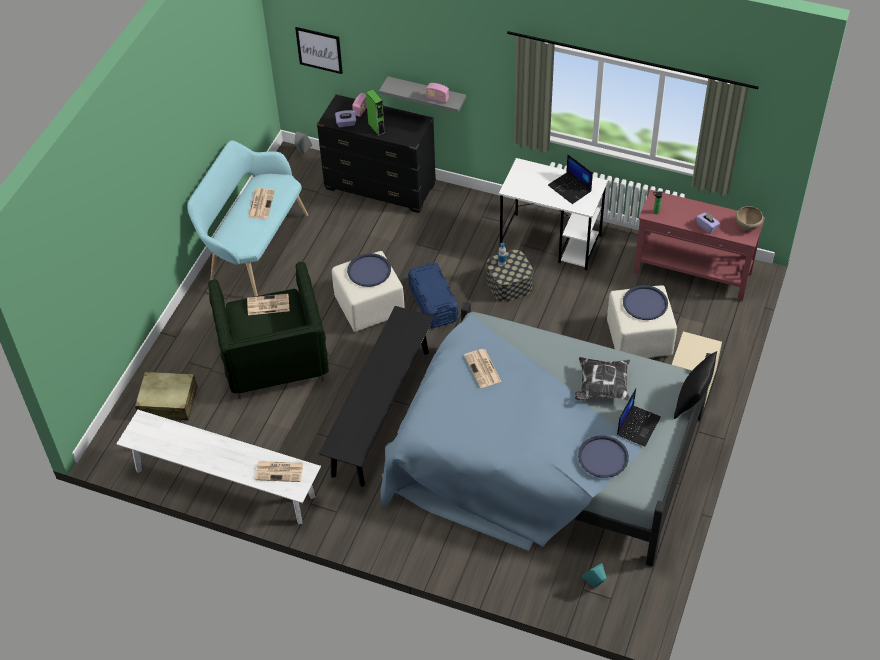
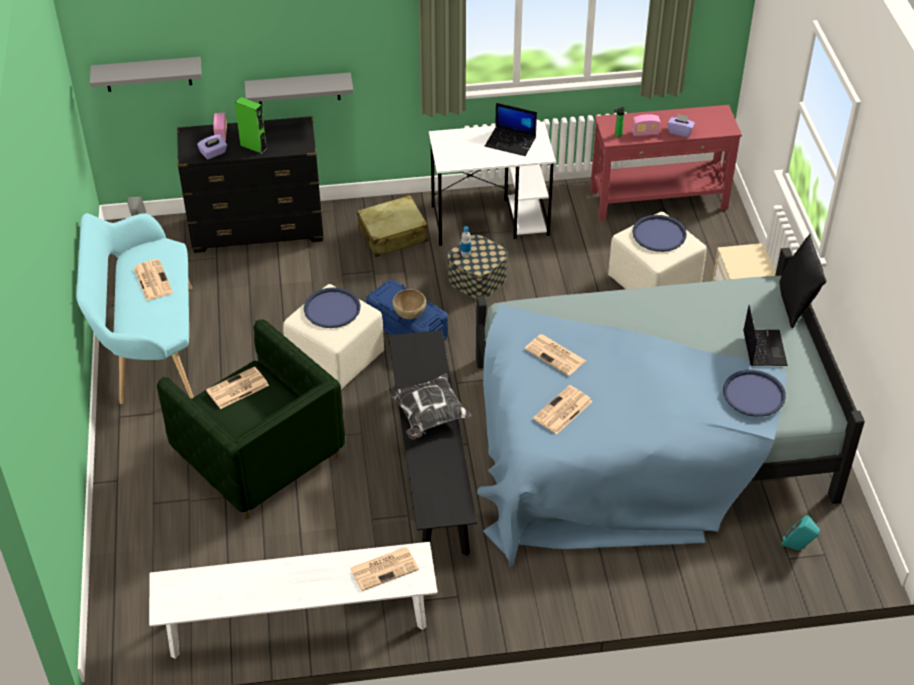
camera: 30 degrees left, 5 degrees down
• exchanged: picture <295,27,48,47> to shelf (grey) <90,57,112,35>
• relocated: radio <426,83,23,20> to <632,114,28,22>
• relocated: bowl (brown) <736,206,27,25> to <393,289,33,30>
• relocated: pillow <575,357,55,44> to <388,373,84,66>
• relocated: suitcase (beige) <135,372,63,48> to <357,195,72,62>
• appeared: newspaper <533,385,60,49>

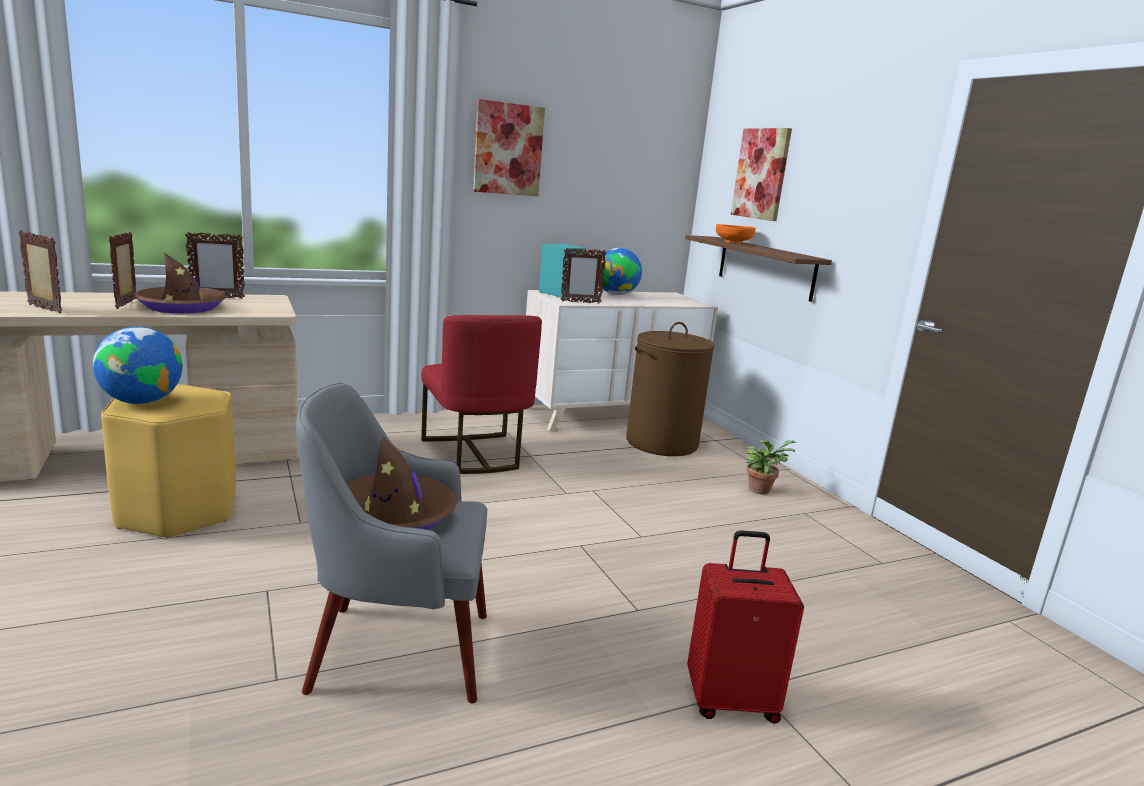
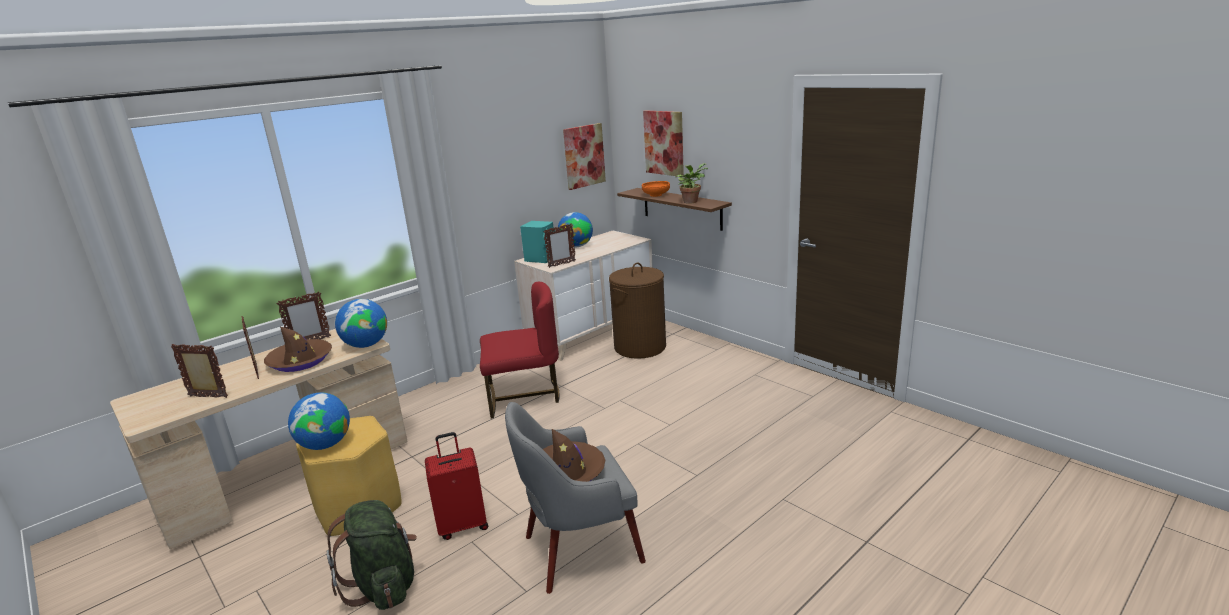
camera: 15 degrees left, 5 degrees up
• relocated: picture <473,99,72,97> to <563,123,43,67>
• spun: chair (red) <421,315,121,159> = <480,282,80,137> 60 degrees counterclockwise
• relocated: potted plant <745,440,51,54> to <676,163,32,41>
• relocated: suitcase (red) <687,530,117,194> to <425,432,63,108>
• appeared: globe <335,299,52,49>
• appeared: backpack (green) <326,500,91,110>

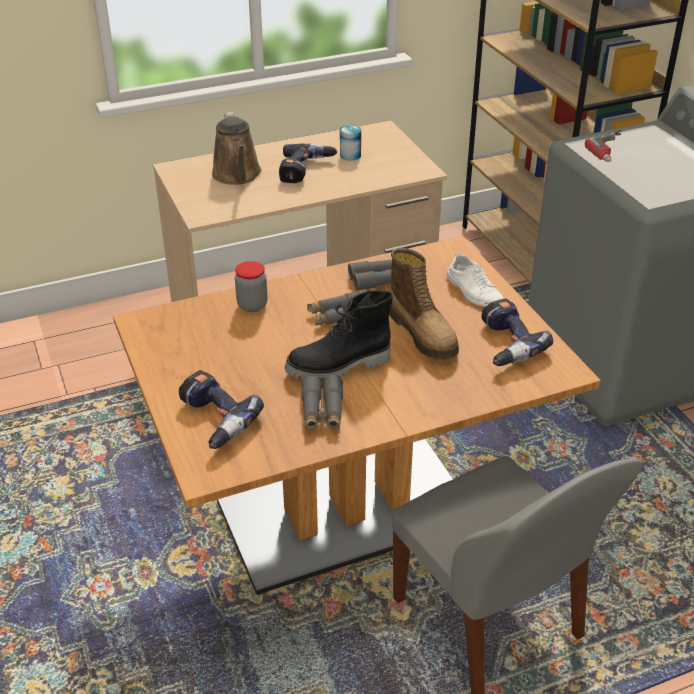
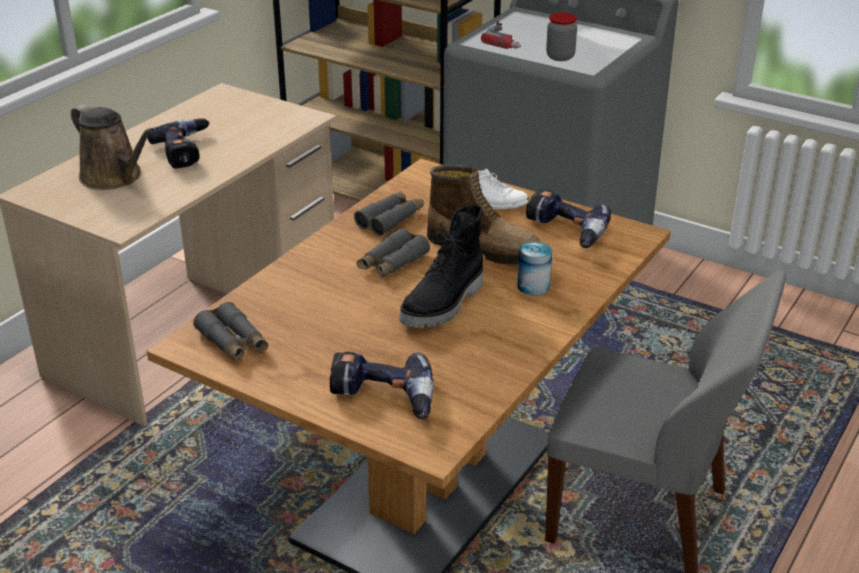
camera: 35 degrees left, 5 degrees down
• relocated: can <340,125,21,35> to <517,241,35,54>
• relocated: jar <235,261,32,51> to <546,12,31,49>
• relocated: binoculars (grey) <301,375,42,56> to <193,302,75,60>

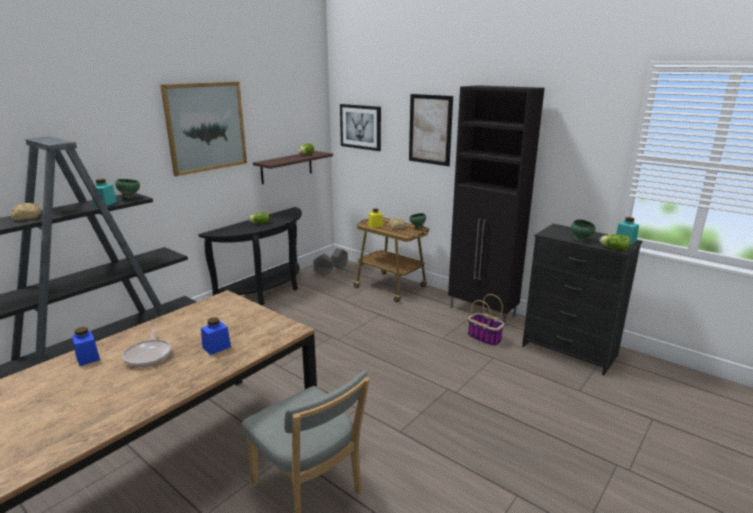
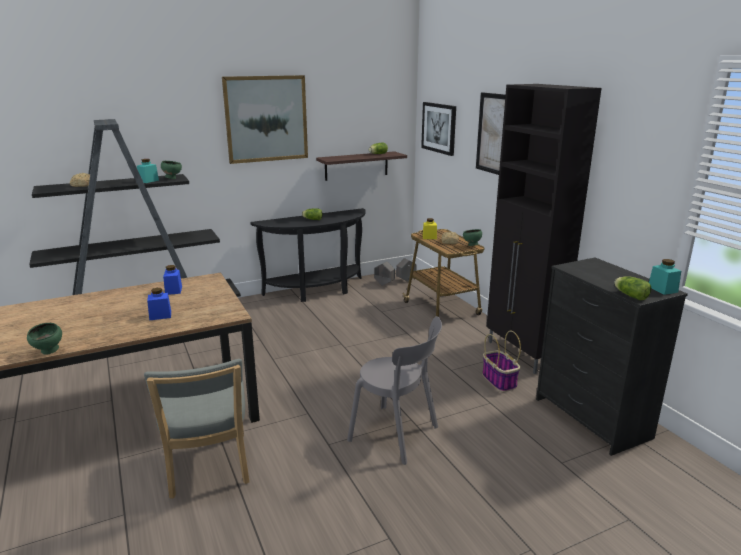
camera: 25 degrees right, 0 degrees up
• relocated: bowl (green) <571,220,25,22> to <27,323,35,31>
• relocated: jar (blue) <72,327,28,39> to <163,265,19,30>
• missing: frying pan <122,327,49,40>
• appeared: chair (grey) <347,316,95,149>

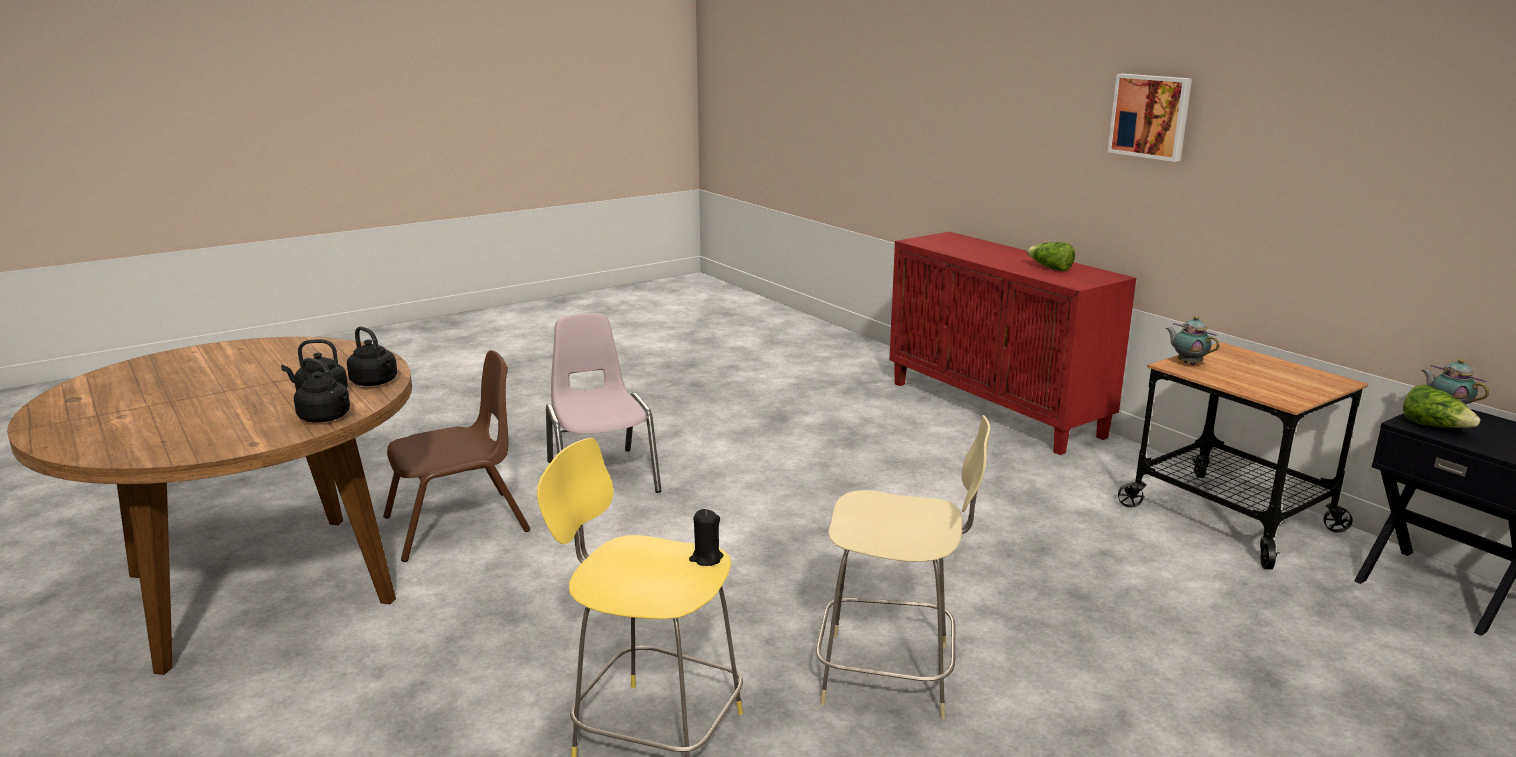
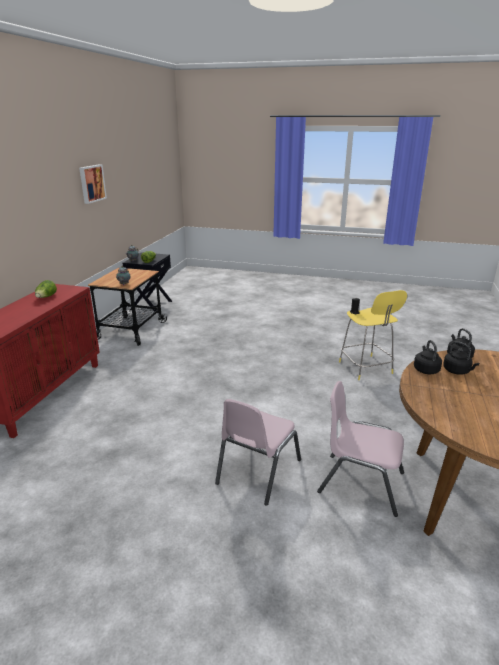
camera: 130 degrees left, 5 degrees up
• relocated: picture <1108,74,84,88> to <79,164,28,40>
• colour: chair (brown) <383,350,147,212> to chair (pink) <317,381,87,136>
• missing: stool (beige) <816,415,174,304>

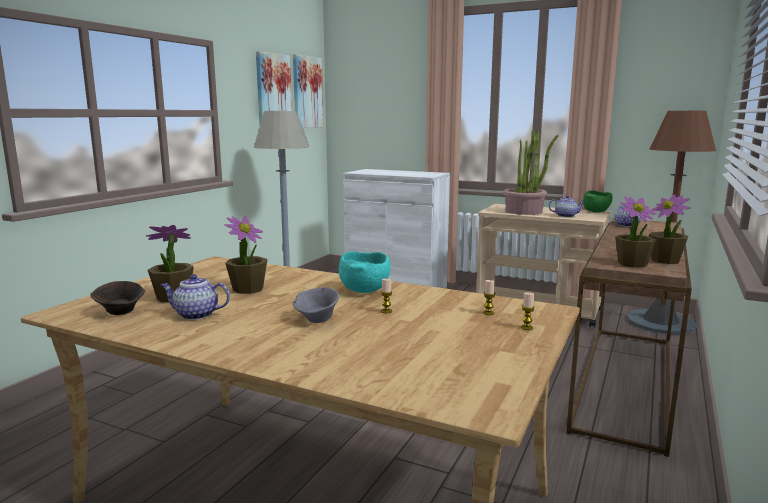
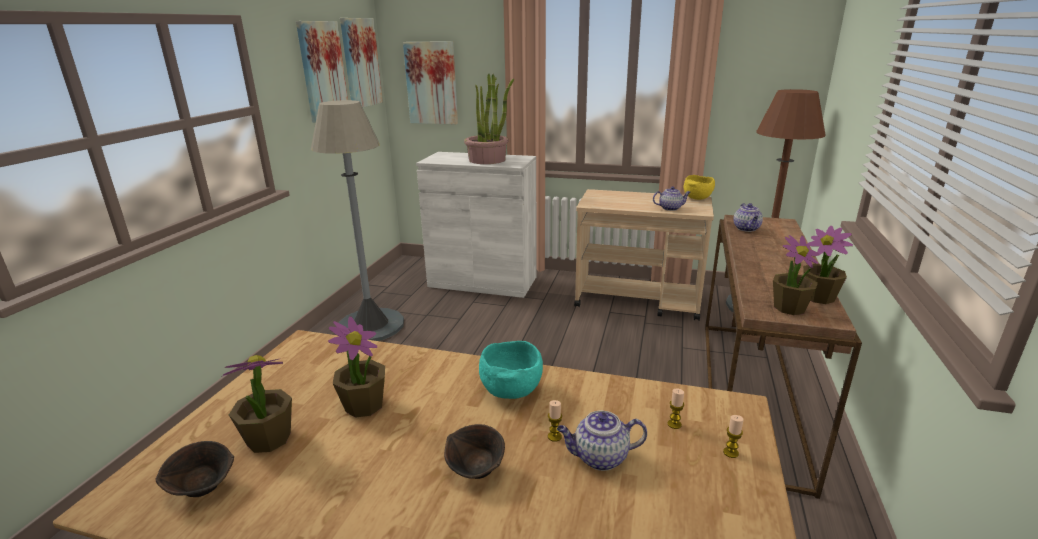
camera: 10 degrees left, 10 degrees up
• relocated: potted plant <503,130,56,85> to <464,73,50,91>
• colour: bowl (green) <583,191,30,22> to bowl (yellow) <683,175,32,25>
• relocated: teapot <161,274,69,46> to <557,411,90,60>
• colour: bowl (grey) <293,287,46,36> to bowl (brown) <444,424,61,55>
• appeared: picture <403,41,55,84>

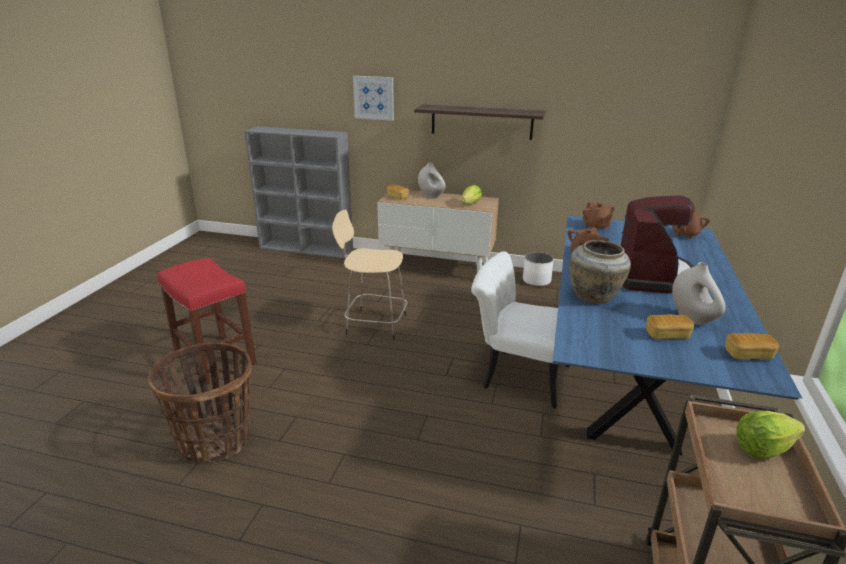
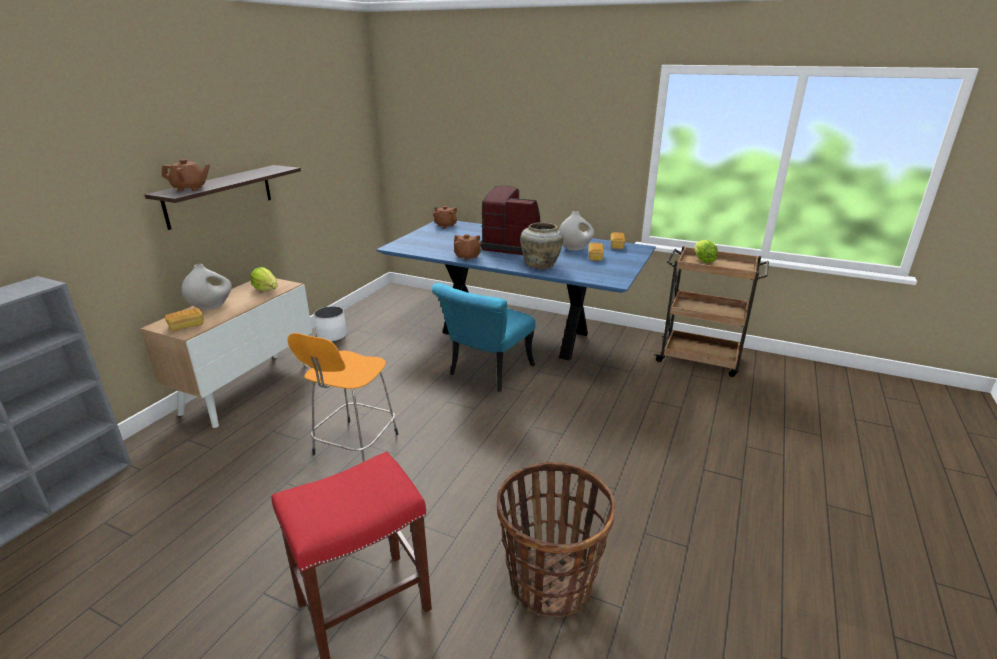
camera: 80 degrees left, 0 degrees up
• missing: picture <353,76,41,44>
• relocated: teapot (brown) <583,202,32,27> to <162,159,48,33>
• colour: stool (beige) <332,210,75,131> to stool (orange) <287,333,111,129>
• colour: chair (white) <471,251,99,157> to chair (turquoise) <432,283,103,109>

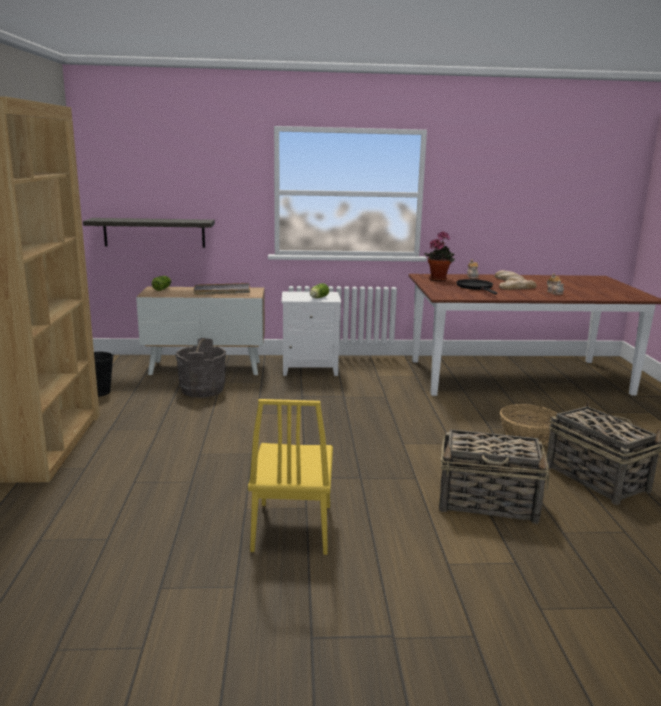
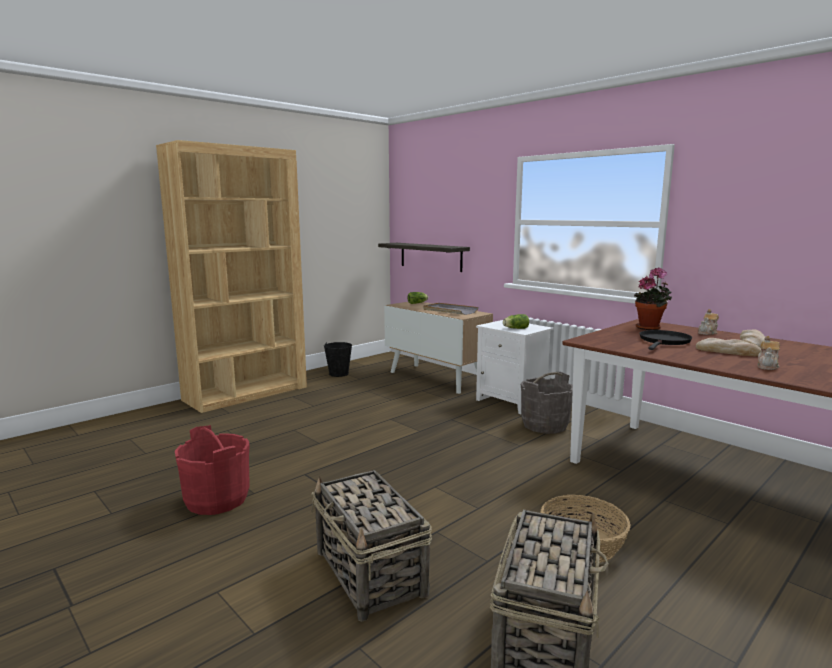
camera: 50 degrees right, 5 degrees down
• relocated: bucket (grey) <176,338,50,60> to <521,372,52,62>
• exchanged: chair (yellow) <248,399,85,156> to bucket (red) <175,425,75,90>

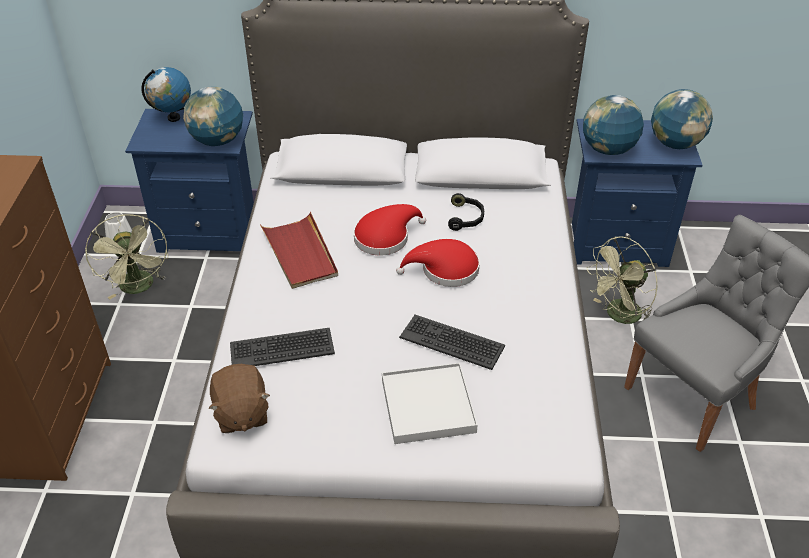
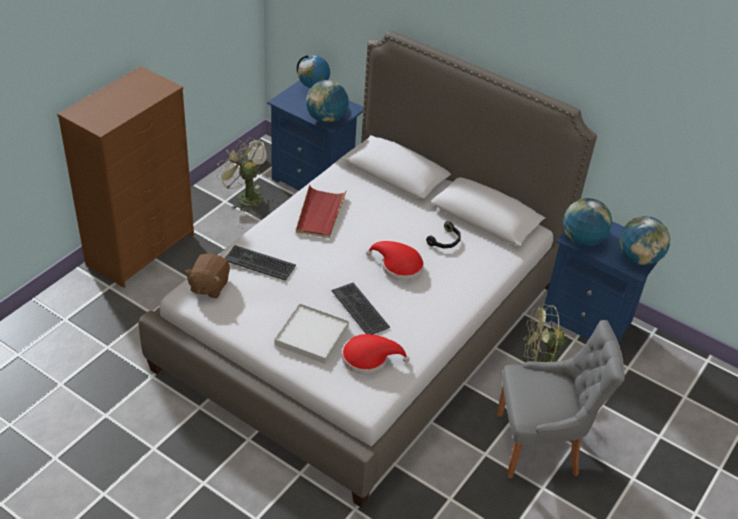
camera: 30 degrees right, 0 degrees up
• relocated: hat (red) <354,204,72,52> to <342,334,67,41>
• spun: fan (green) <85,214,83,85> = <217,137,47,75> 120 degrees clockwise

